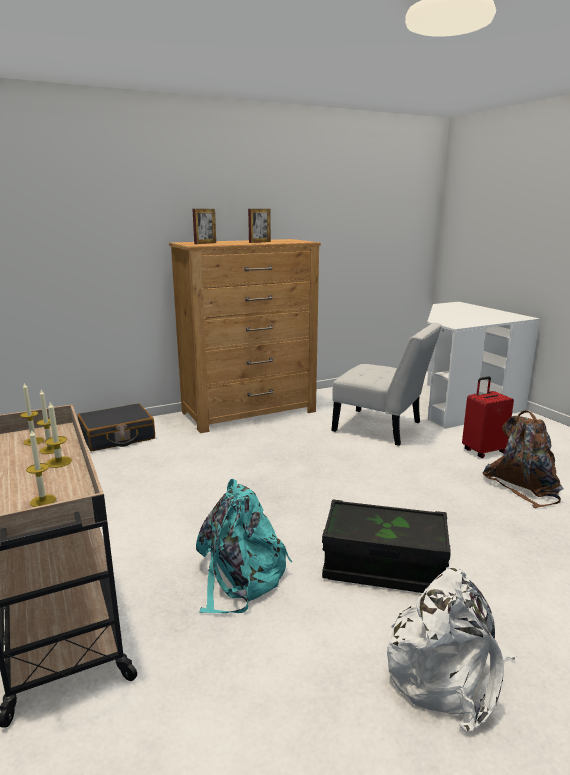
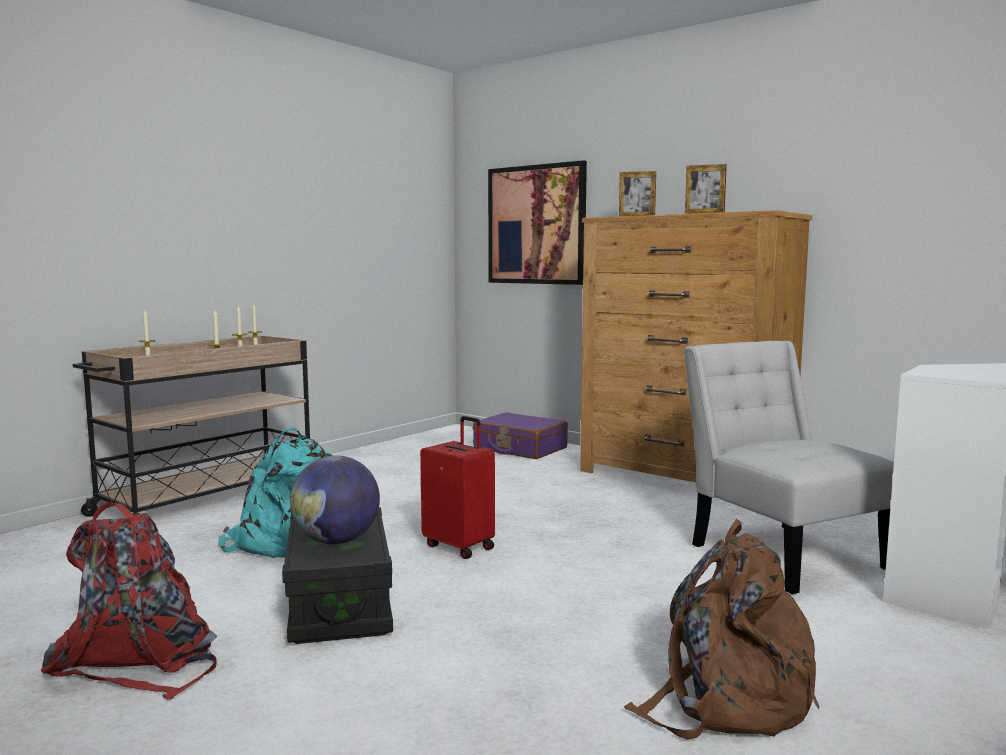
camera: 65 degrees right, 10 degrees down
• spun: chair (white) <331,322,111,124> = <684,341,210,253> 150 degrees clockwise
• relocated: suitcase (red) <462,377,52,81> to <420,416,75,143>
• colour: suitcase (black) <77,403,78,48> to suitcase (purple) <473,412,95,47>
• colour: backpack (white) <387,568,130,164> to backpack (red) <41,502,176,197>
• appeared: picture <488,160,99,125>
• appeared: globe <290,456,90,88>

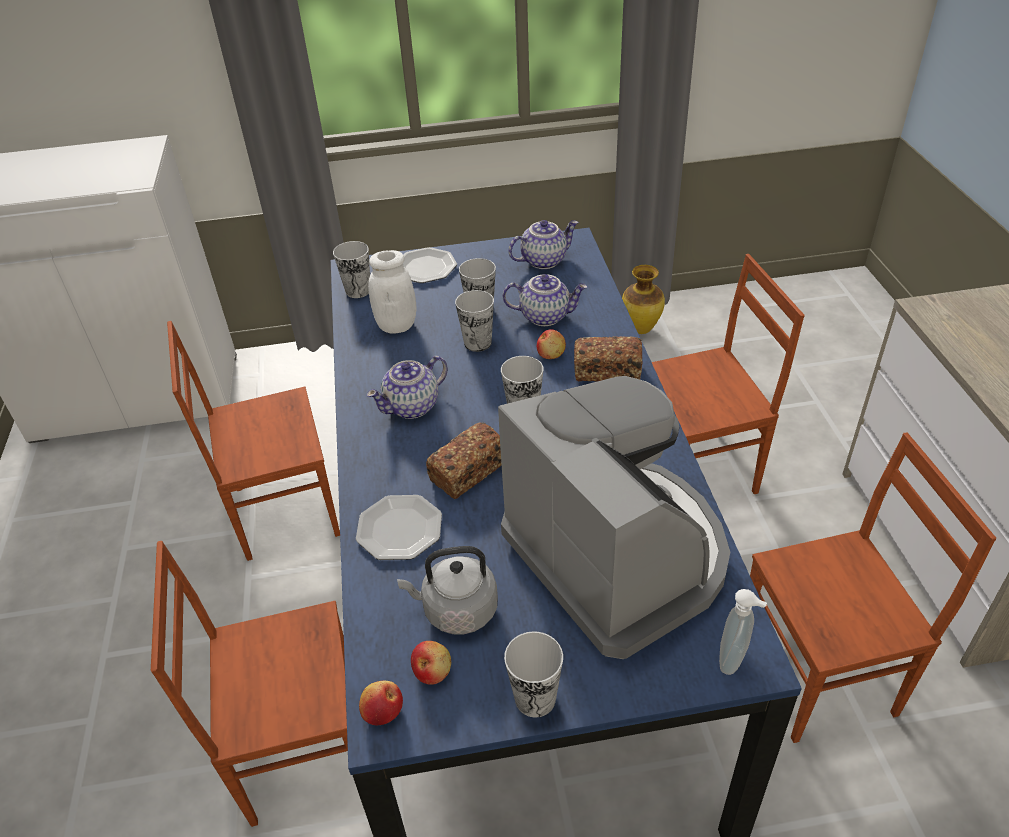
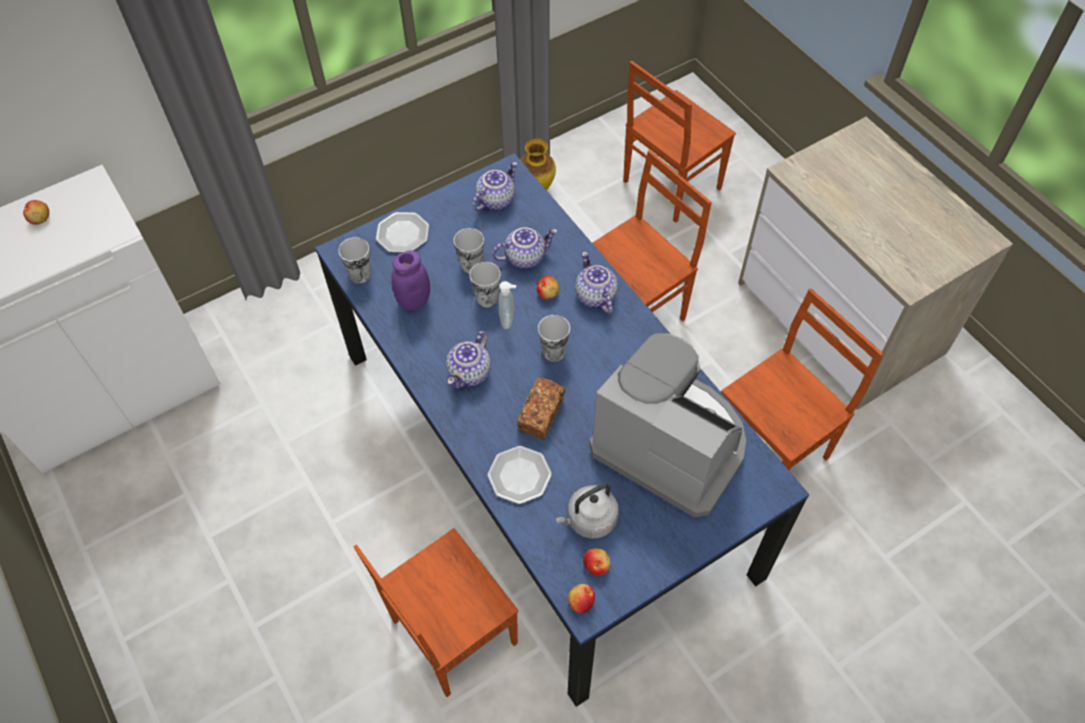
camera: 25 degrees left, 15 degrees up
• colour: jar (white) <368,250,49,84> to jar (purple) <391,250,39,60>
• relocated: chair (brown) <167,321,173,240> to <623,61,113,162>
• exchanged: bread <574,336,68,46> to teapot <575,252,43,62>
• relocated: soap dispenser <719,589,48,86> to <499,281,17,48>
• missing: cup <504,631,59,86>
• appeared: apple <23,200,26,25>

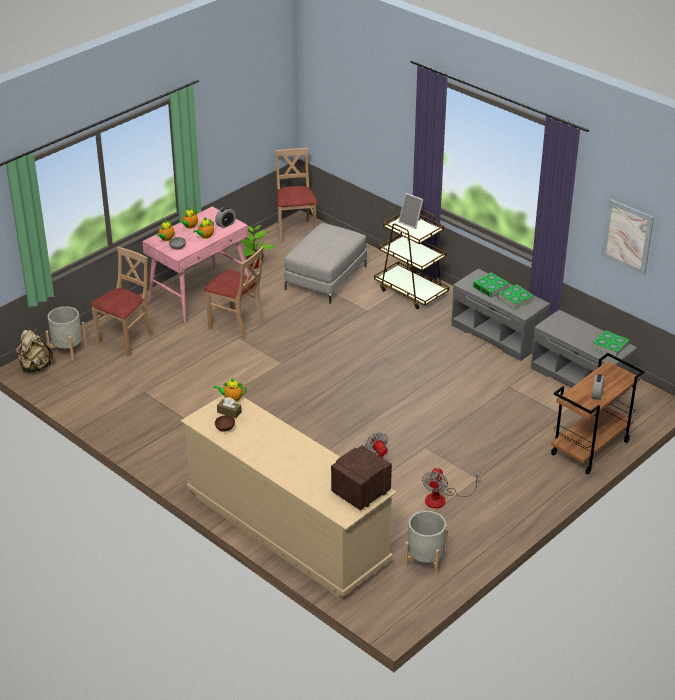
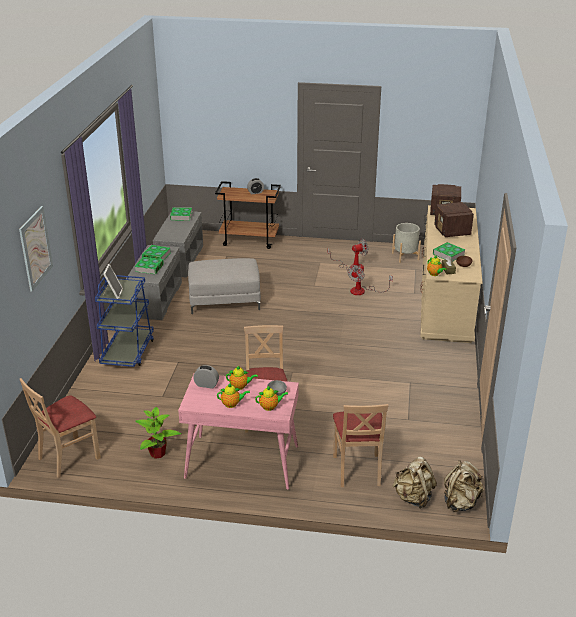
camera: 125 degrees left, 5 degrees down
• relocated: picture <601,199,53,76> to <19,206,34,85>
• colour: cart (brown) <374,209,75,100> to cart (blue) <95,275,59,92>
• relocated: ottoman (grey) <284,223,83,81> to <188,258,73,56>
• spun: chair (beige) <90,247,63,110> = <333,404,56,83> 90 degrees counterclockwise
• exchanged: planter (grey) <45,306,42,55> to backpack (beige) <392,456,45,53>
• appeared: radio <434,202,40,35>
• appeared: book <433,242,32,20>

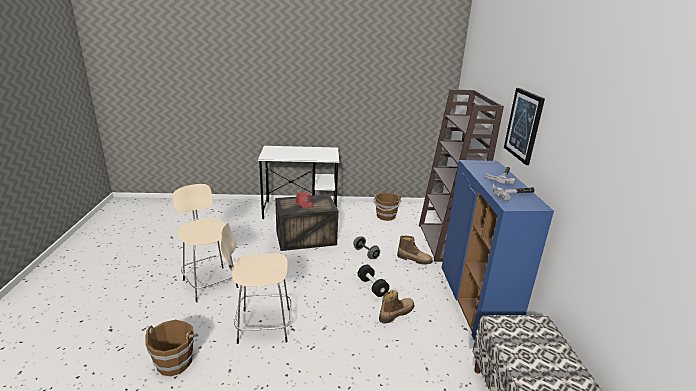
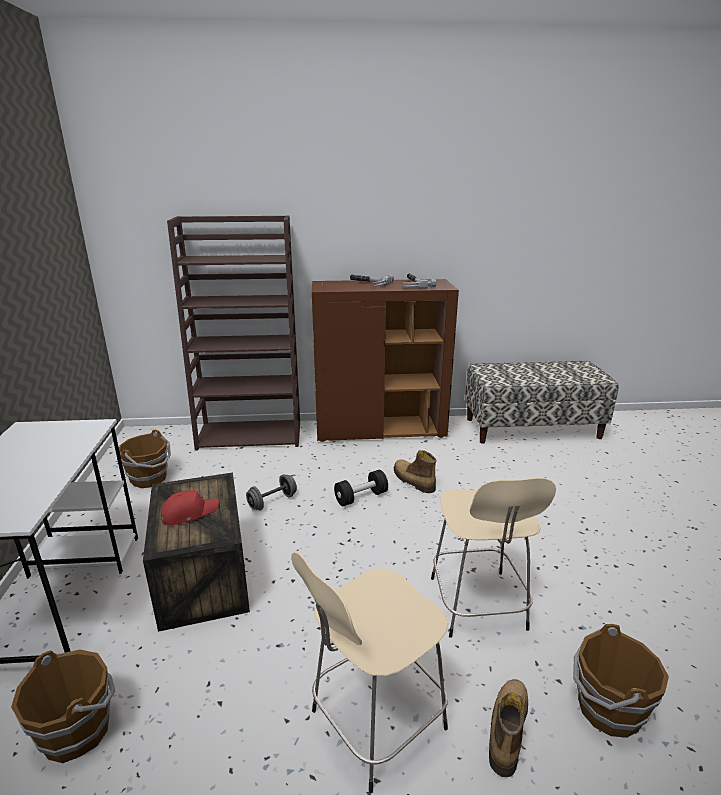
camera: 90 degrees left, 0 degrees up
• missing: picture <504,88,41,77>
• colour: cabinet (blue) <442,160,112,180> to cabinet (brown) <312,279,147,163>
• relocated: boot <397,236,36,28> to <489,679,39,98>
• appeared: bucket (brown) <11,649,104,114>

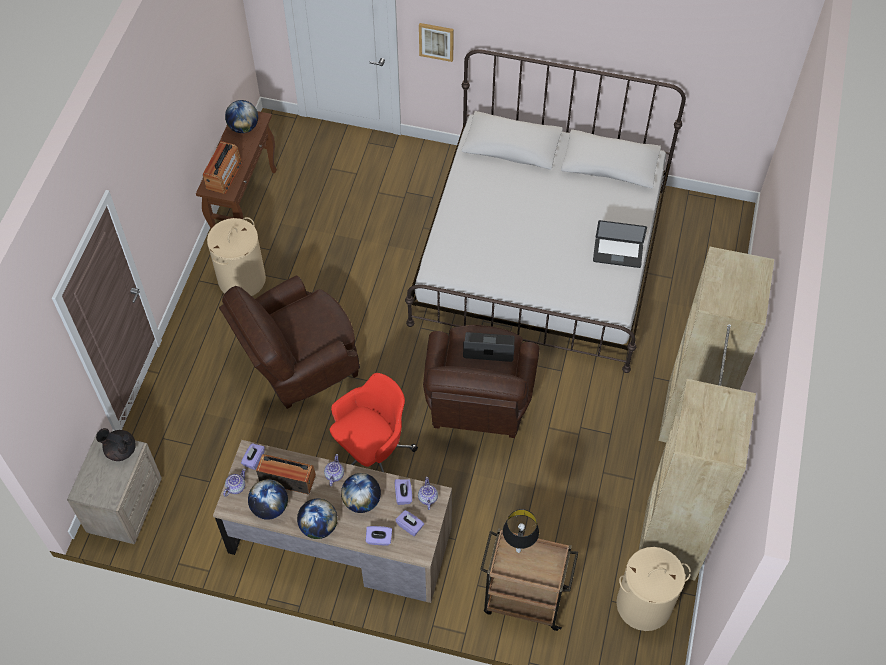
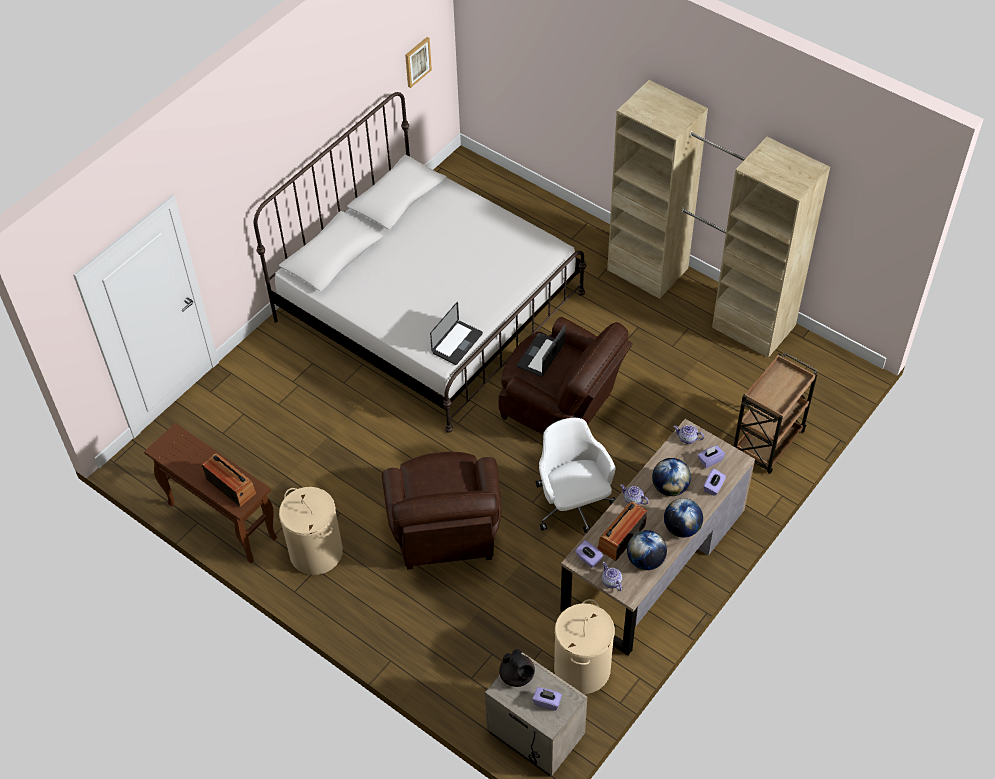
camera: 65 degrees left, 5 degrees down
• relocated: picture <419,23,35,39> to <405,37,27,51>
• missing: globe <225,100,33,33>
• relocated: laptop <593,220,54,48> to <430,302,53,63>
• colour: office chair (red) <330,373,88,99> to office chair (white) <536,418,80,115>
• spun: teapot (black) <96,428,40,33> = <499,649,36,38> 75 degrees counterclockwise
• relocated: tissue box (purple) <395,479,17,26> to <532,687,30,24>
• missing: table lamp <503,509,36,44>
• relocated: laundry basket (beige) <616,547,75,84> to <554,599,61,95>

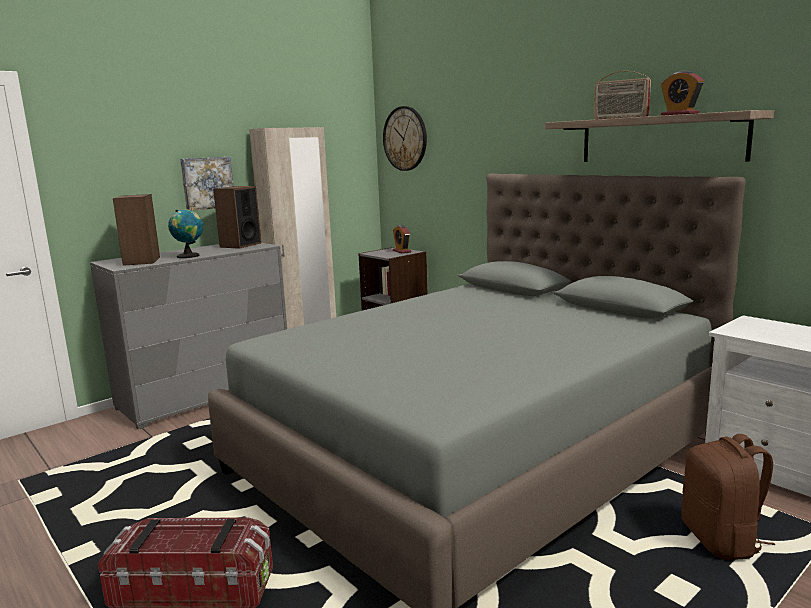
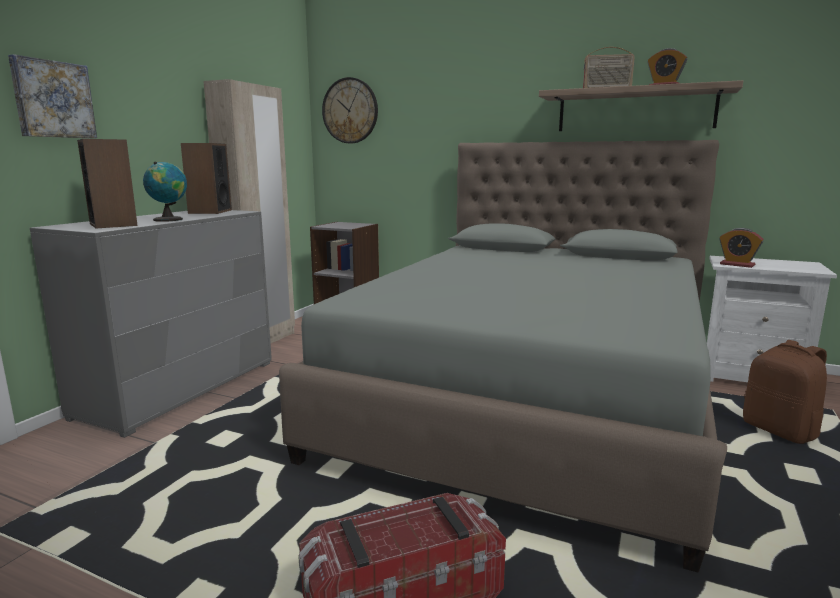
camera: 25 degrees left, 0 degrees up
• relocated: picture <180,157,53,54> to <8,54,89,84>
• relocated: alarm clock <393,225,18,28> to <719,228,45,40>

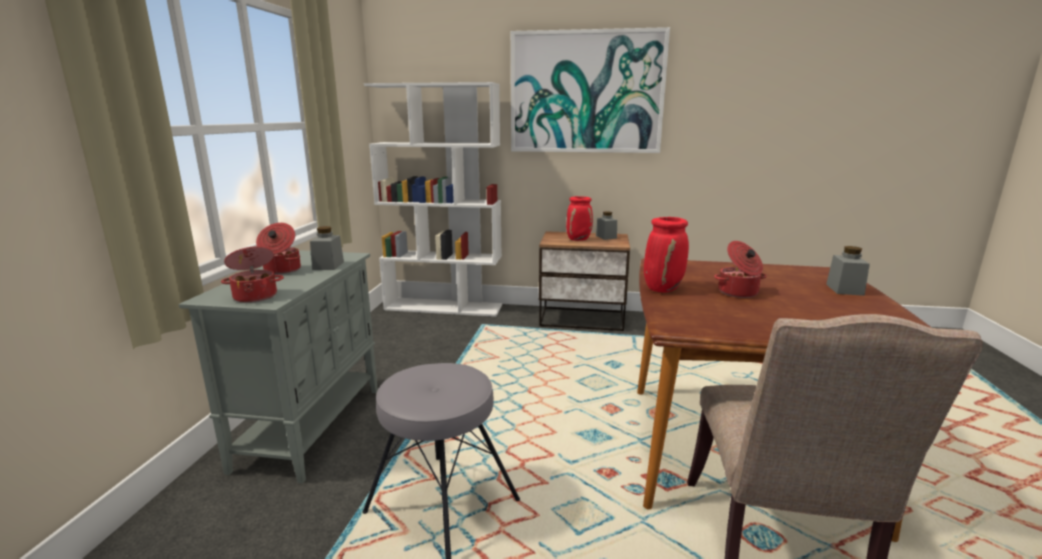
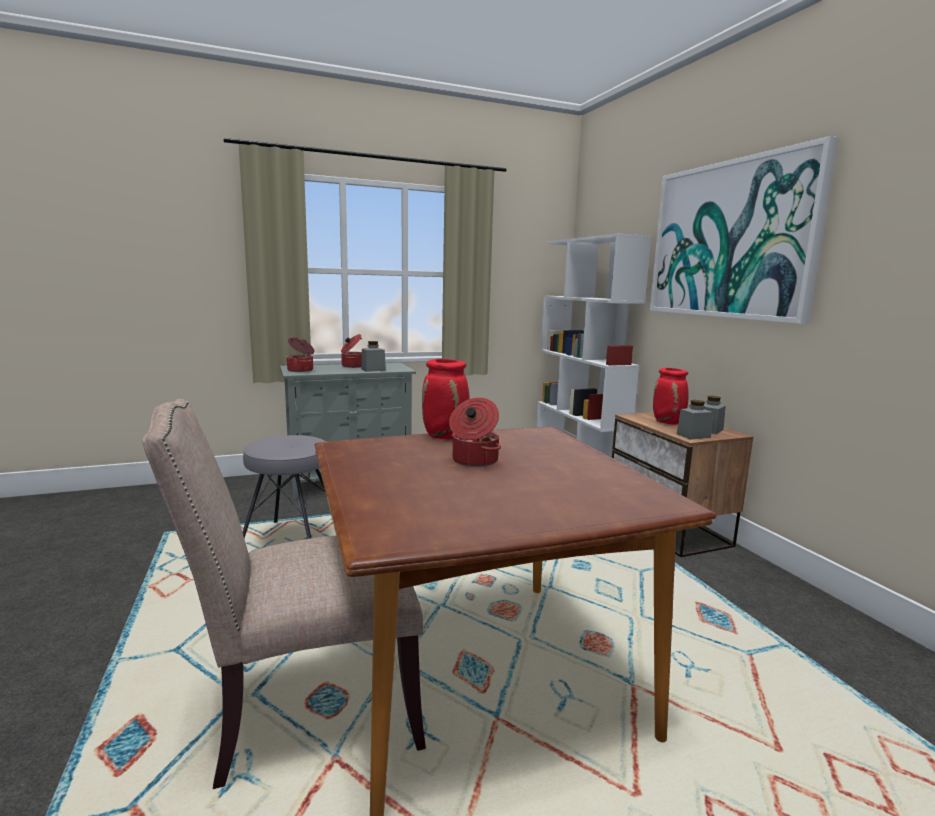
camera: 60 degrees right, 5 degrees down
• relocated: jar (grey) <826,246,44,50> to <677,400,36,39>

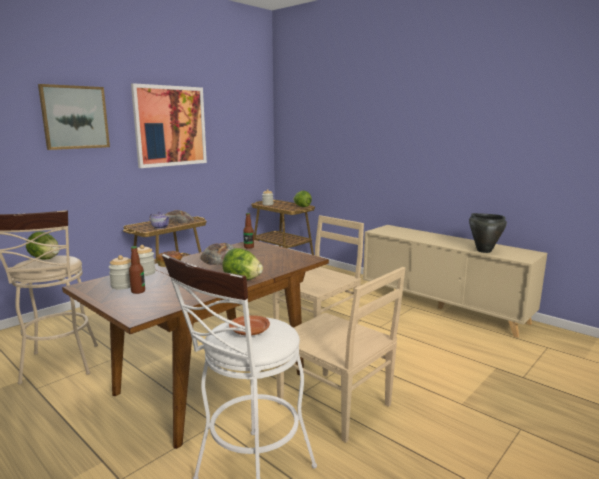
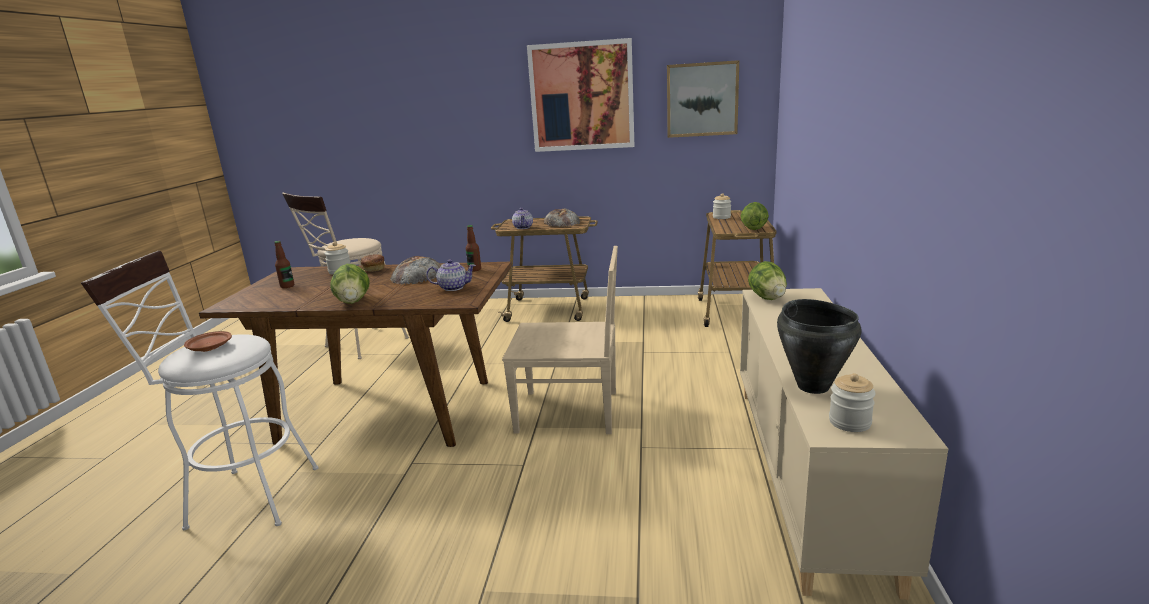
camera: 55 degrees right, 5 degrees up
• relocated: picture <38,84,72,66> to <667,60,72,78>
• relocated: lettuce <26,231,34,28> to <748,261,39,39>
• relocated: jar <109,255,22,34> to <829,373,47,59>
• missing: chair (beige) <276,267,130,176>
• appeared: teapot <426,259,50,32>

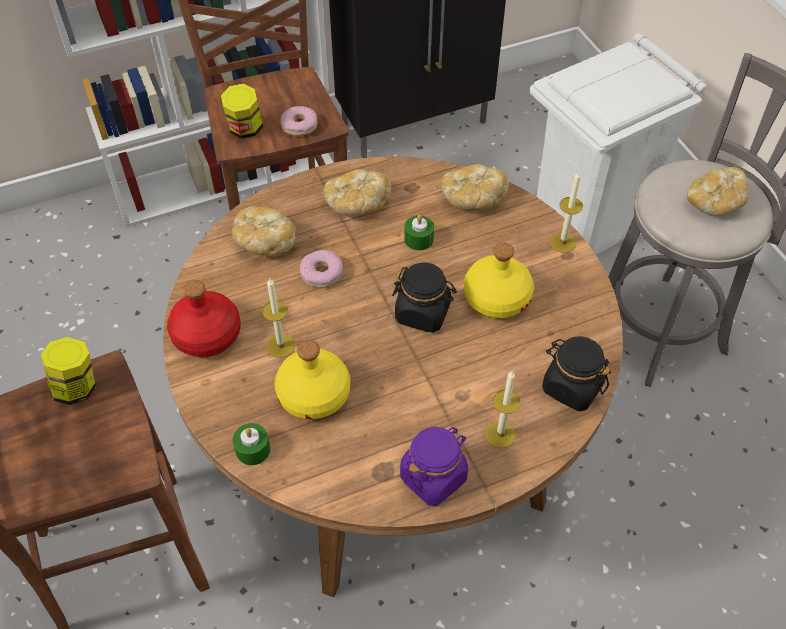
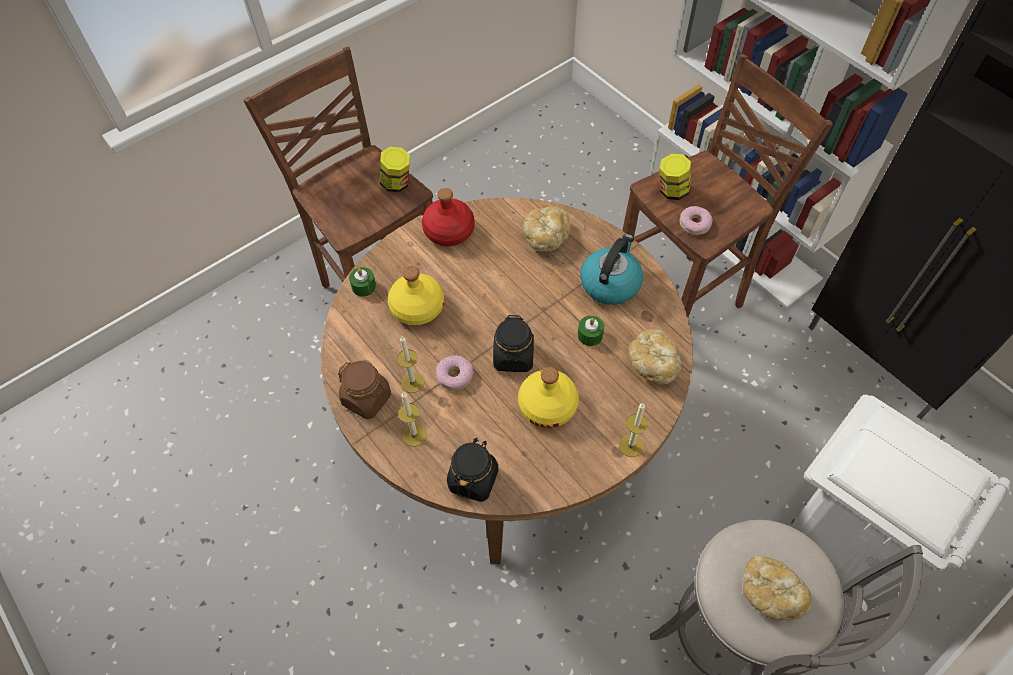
camera: 75 degrees right, 5 degrees up
• exchanged: bread <323,169,68,47> to kettle <580,234,63,71>
• relocated: donut <300,250,43,38> to <436,355,38,35>
• relocated: candle <262,278,34,80> to <397,336,28,57>
• colour: jar (purple) <400,427,68,79> to jar (brown) <338,361,53,58>

